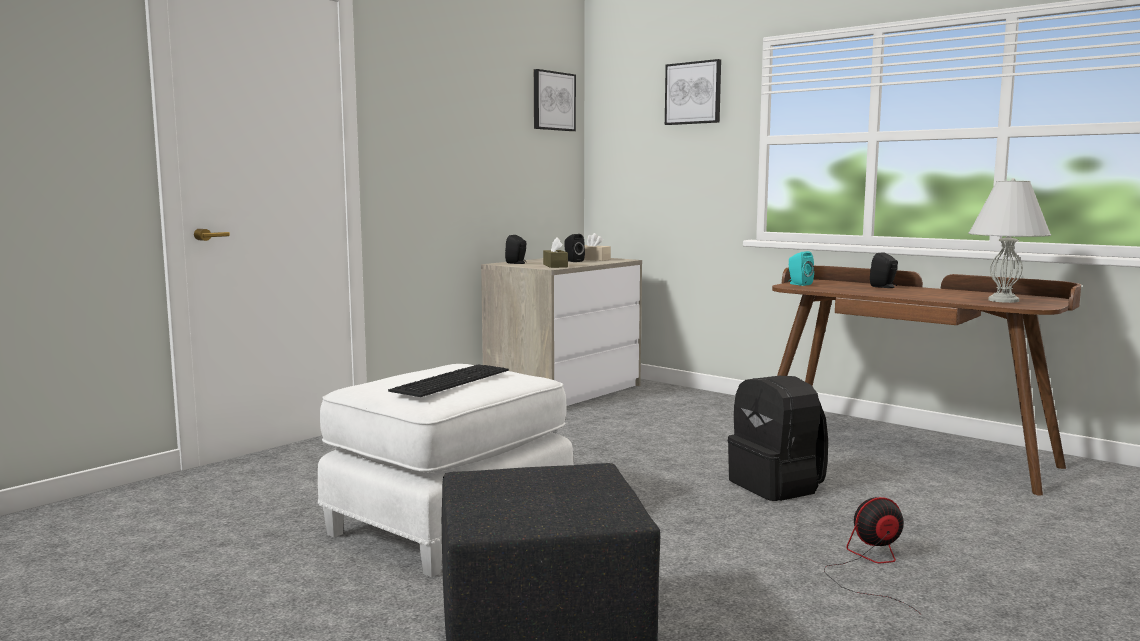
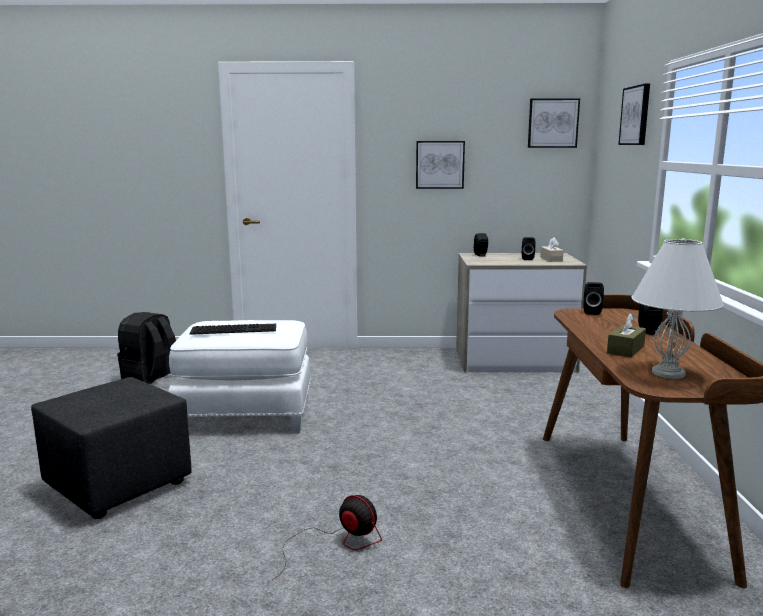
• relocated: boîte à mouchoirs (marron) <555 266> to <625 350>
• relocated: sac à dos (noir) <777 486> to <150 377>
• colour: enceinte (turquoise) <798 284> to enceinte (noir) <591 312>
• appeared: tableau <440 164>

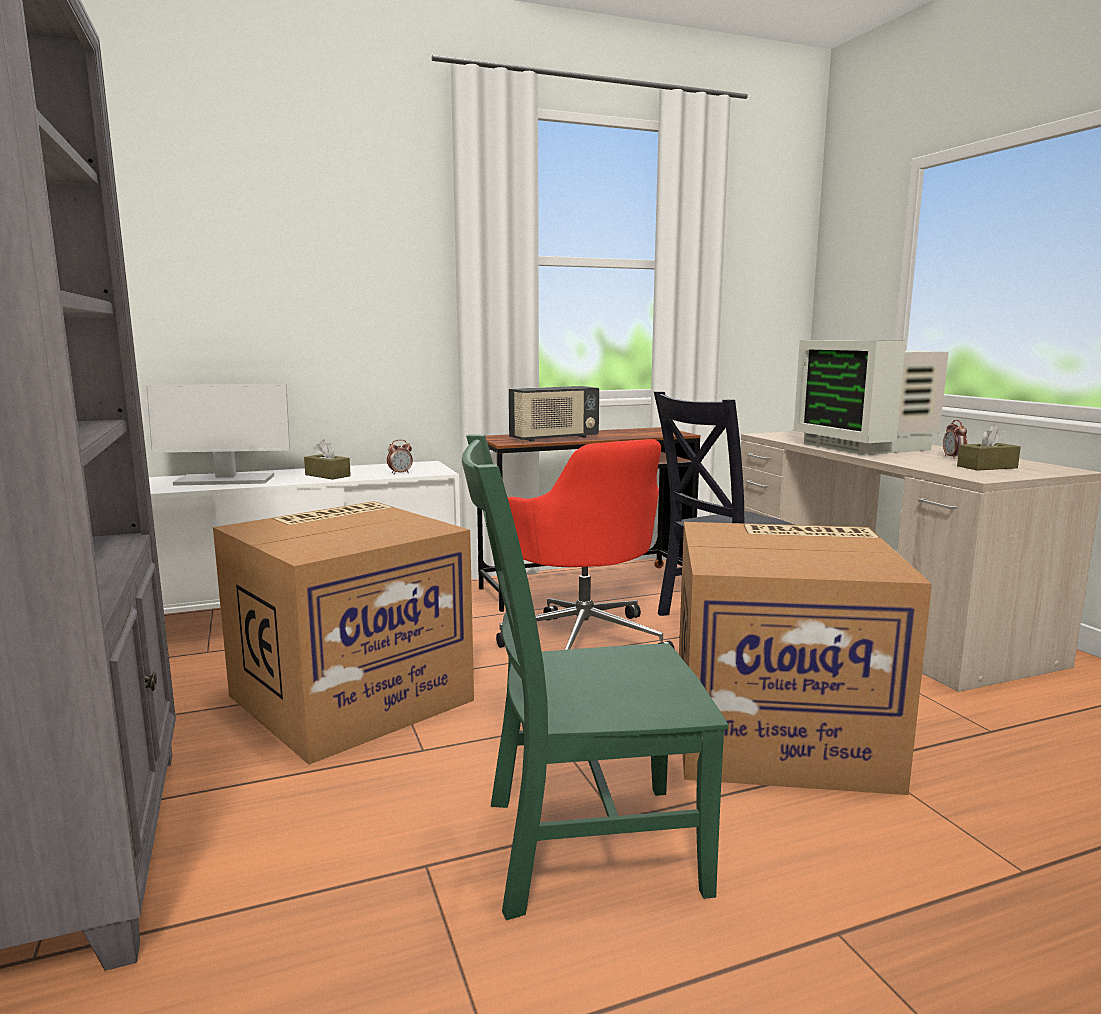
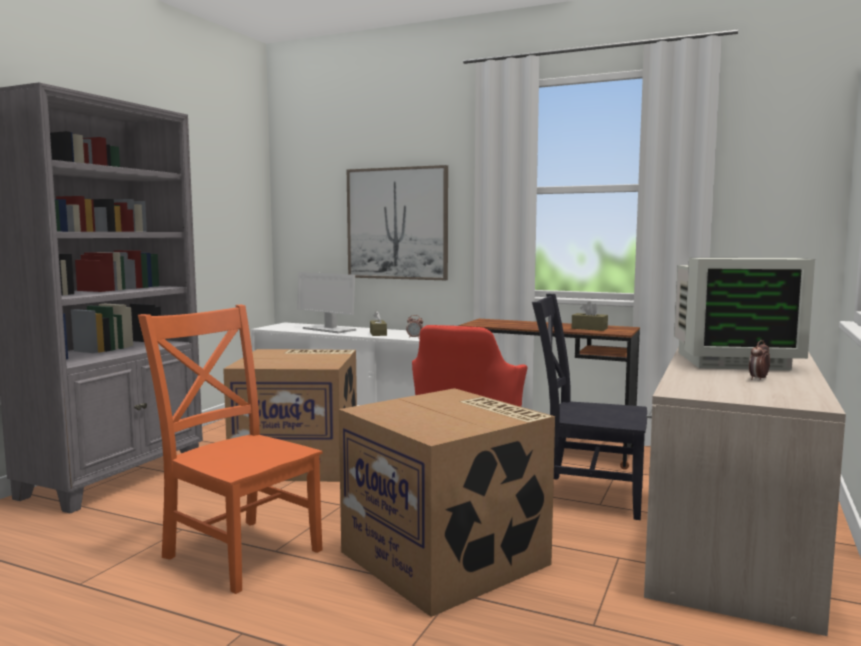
• colour: chaise (vert) <581 845> to chaise (orange) <239 551>
• missing: radio <554 438>
• spun: écran d'ordinateur <866 446> = <730 361> 105 degrees counterclockwise
• relocated: boîte à mouchoirs (marron) <987 467> to <589 328>
• appeared: tableau <397 223>

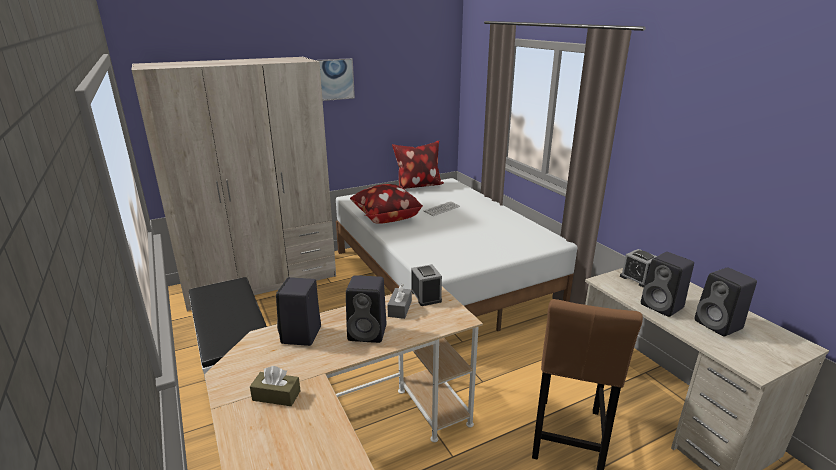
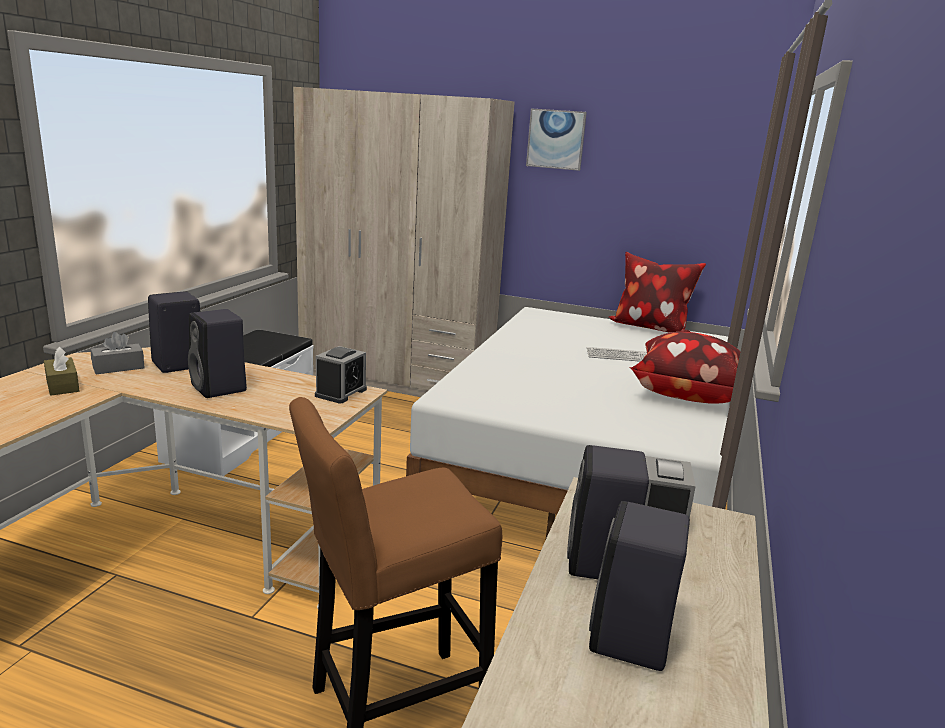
• relocated: coussin <385 218> to <685 393>
• relocated: boîte à mouchoirs (gris) <400 309> to <118 367>

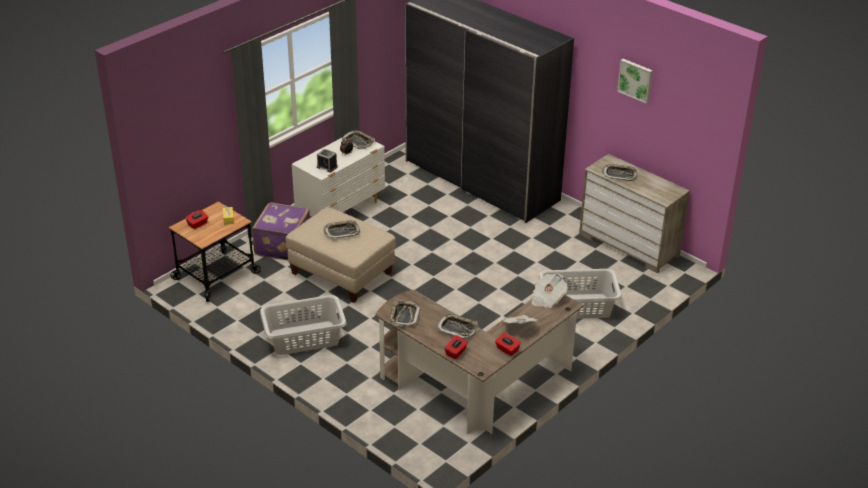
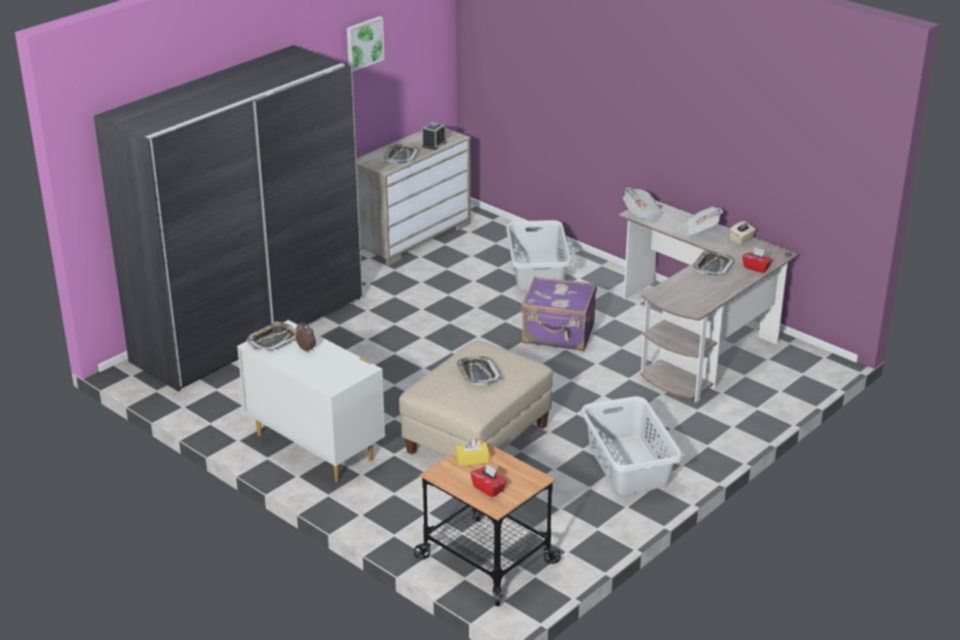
• relocated: valise (violet) <281 245> to <558 334>
• relocated: réveil <327 167> to <434 144>
• missing: plateau <404 316>
• colour: boîte à mouchoirs (rouge) <507 350> to boîte à mouchoirs (beige) <741 239>

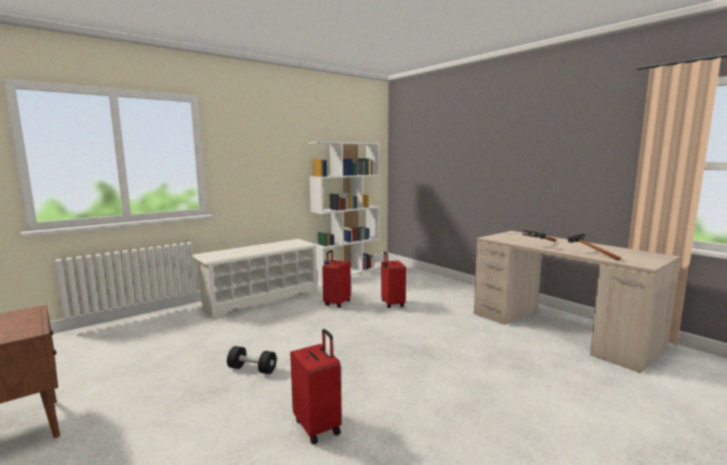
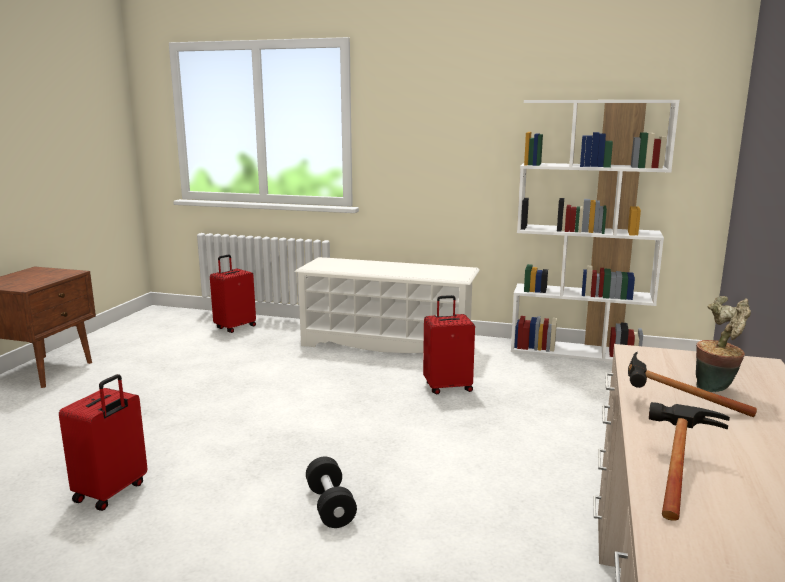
• relocated: haltère (noir) <252 369> to <330 506>
• relocated: valise (rouge) <392 304> to <235 327>
• appeared: plante en pot <716 387>

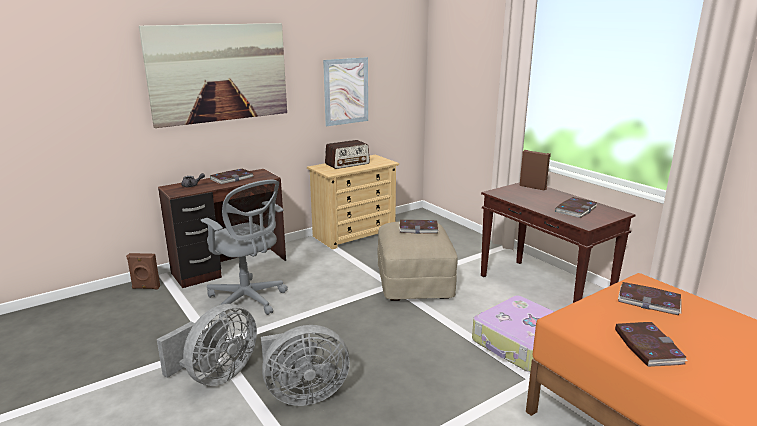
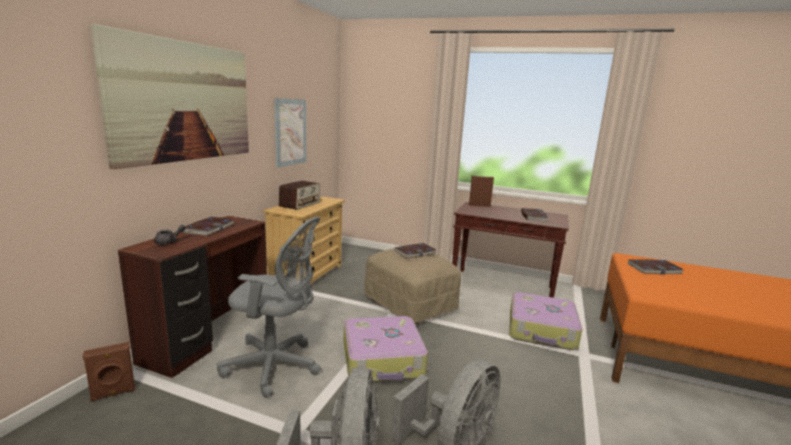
• missing: livre <647 346>
• appeared: valise <383 360>

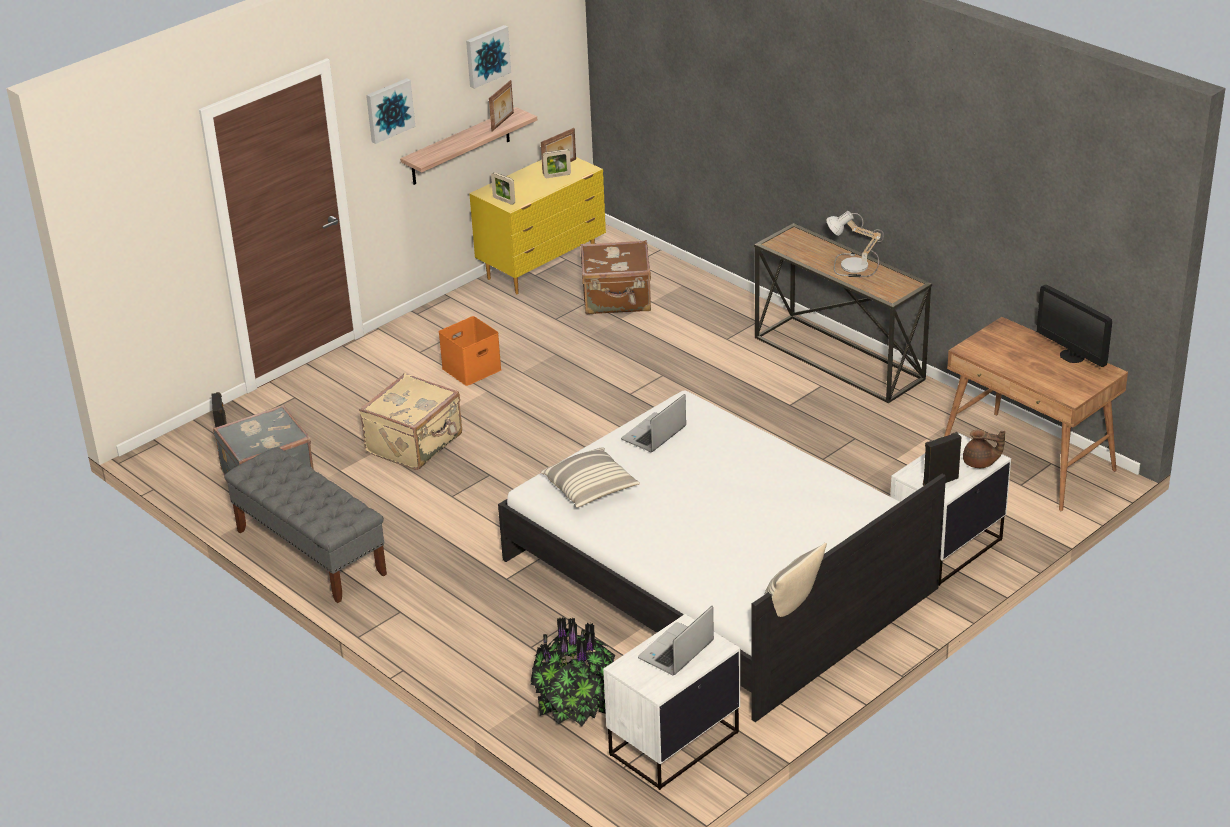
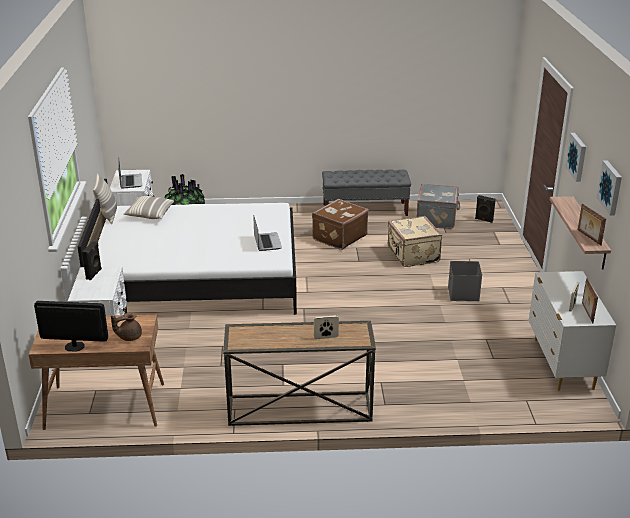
• colour: boîte de rangement (orange) <471 370> to boîte de rangement (gris) <462 293>
• colour: commode (jaune) <543 266> to commode (blanc) <562 364>
• relocated: cadre photo <504 200> to <326 337>
• relocated: coussin <591 489> to <149 214>
• relocated: valise (marron) <617 299> to <338 237>
• missing: lampe de table <852 267>
• relocated: théière (marron) <980 463> to <129 337>

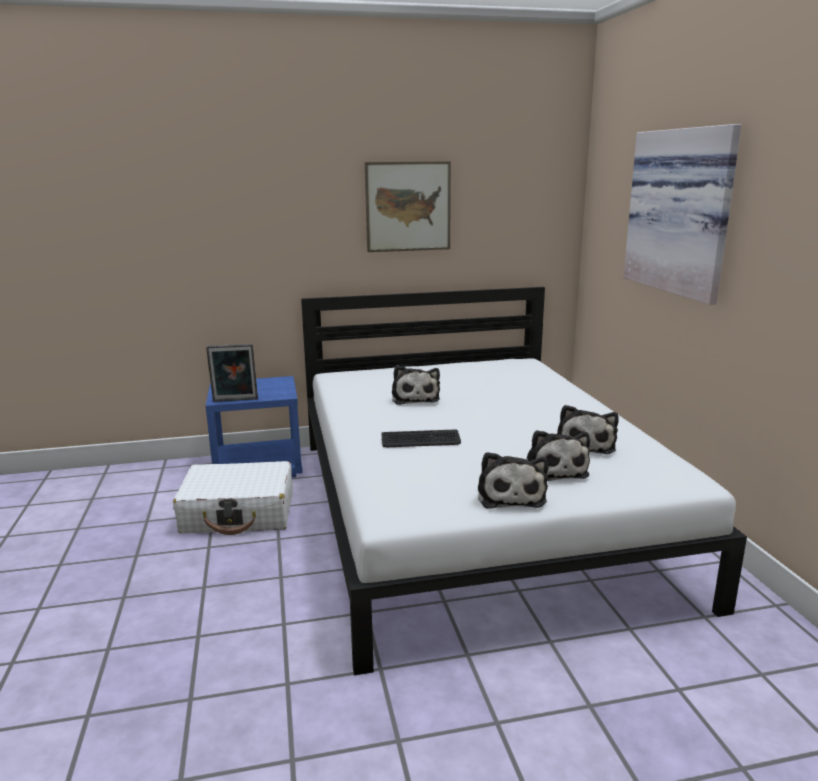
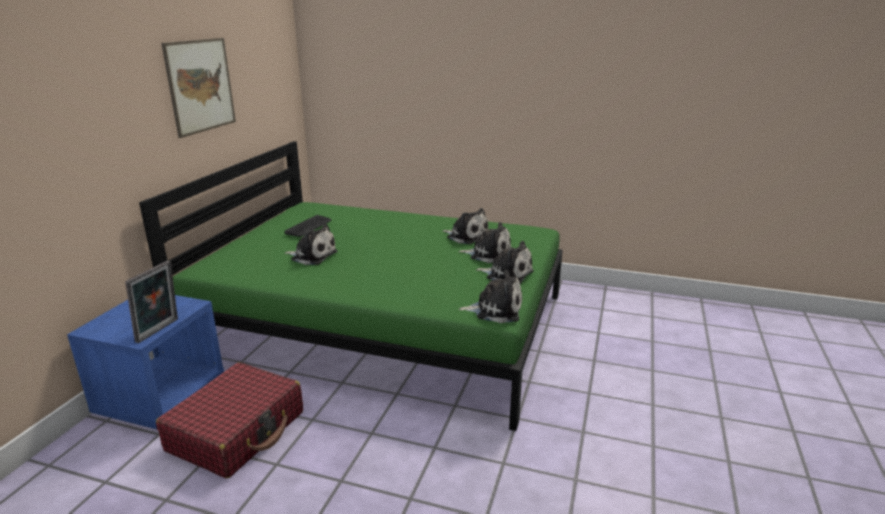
• colour: valise (blanc) <239 513> to valise (rouge) <237 431>
• colour: lit (blanc) <474 512> to lit (vert) <384 323>
• relocated: clavier <420 440> to <309 226>
• missing: tableau <682 212>
• appeared: peluche <495 310>

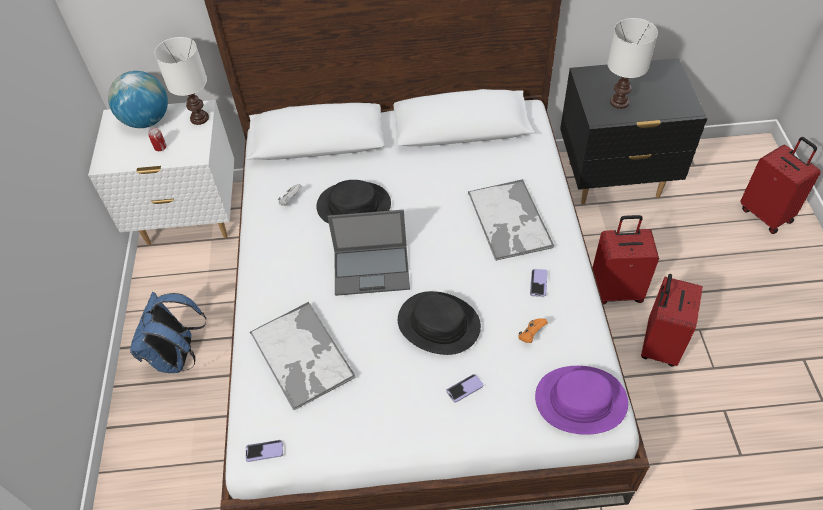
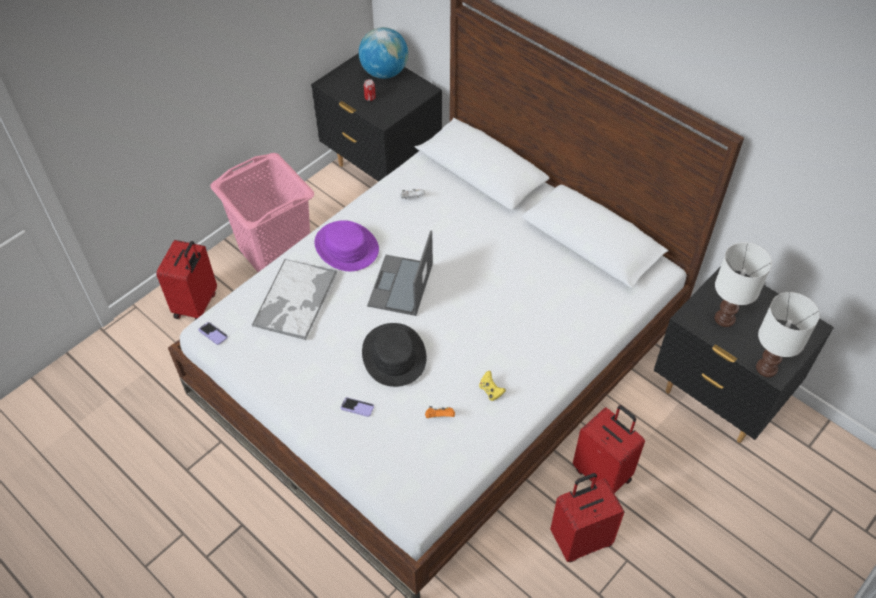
• colour: table de chevet (blanc) <190 220> to table de chevet (noir) <382 169>
• exchanged: sac à dos (bleu) <178 357> to panier à linge (rose) <275 253>
• relocated: lampe de table (blanc) <198 118> to <765 368>
• missing: chapeau (noir) <354 205>
• spun: ordinateur portable <372 269> = <400 286> 60 degrees clockwise
• missing: plateau <510 221>
• exchanged: téléphone <538 283> to manette (jaune) <491 391>
• relocated: chapeau (violet) <580 401> to <346 247>
• relocated: valise (rouge) <766 214> to <197 305>

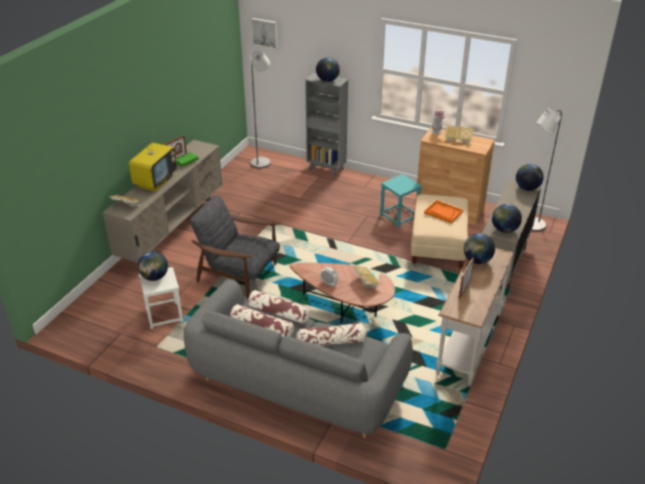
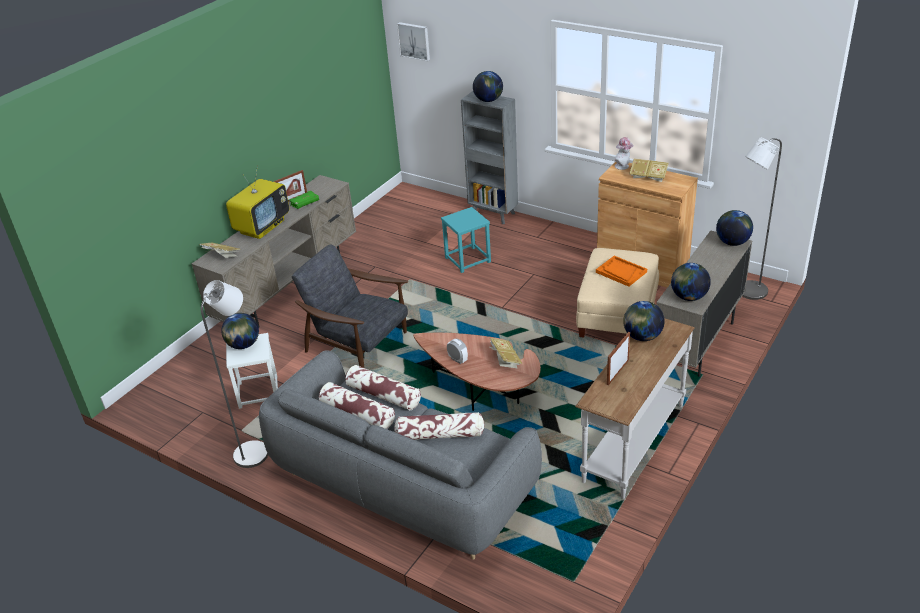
• relocated: lampadaire (gris) <262 161> to <256 450>
• relocated: tabouret (turquoise) <399 216> to <468 260>

